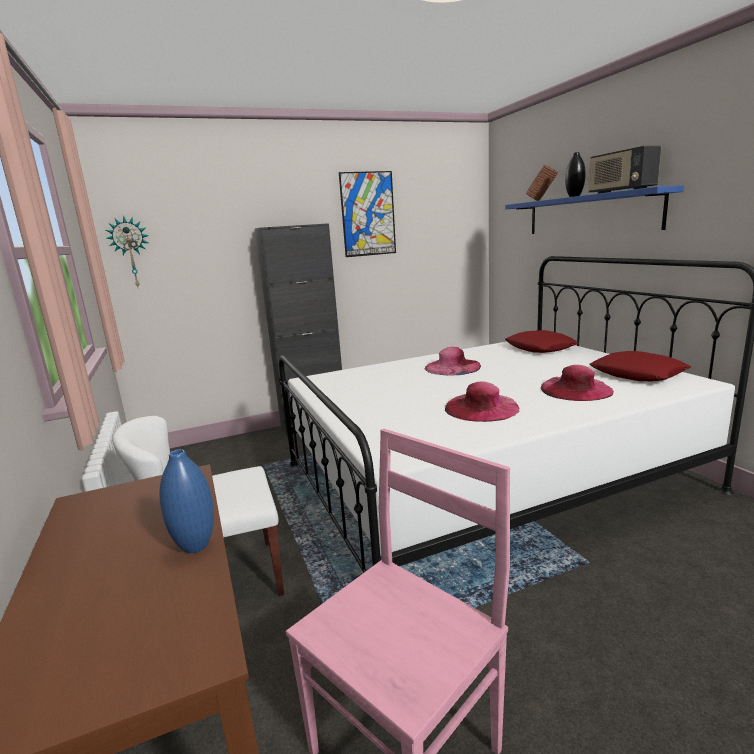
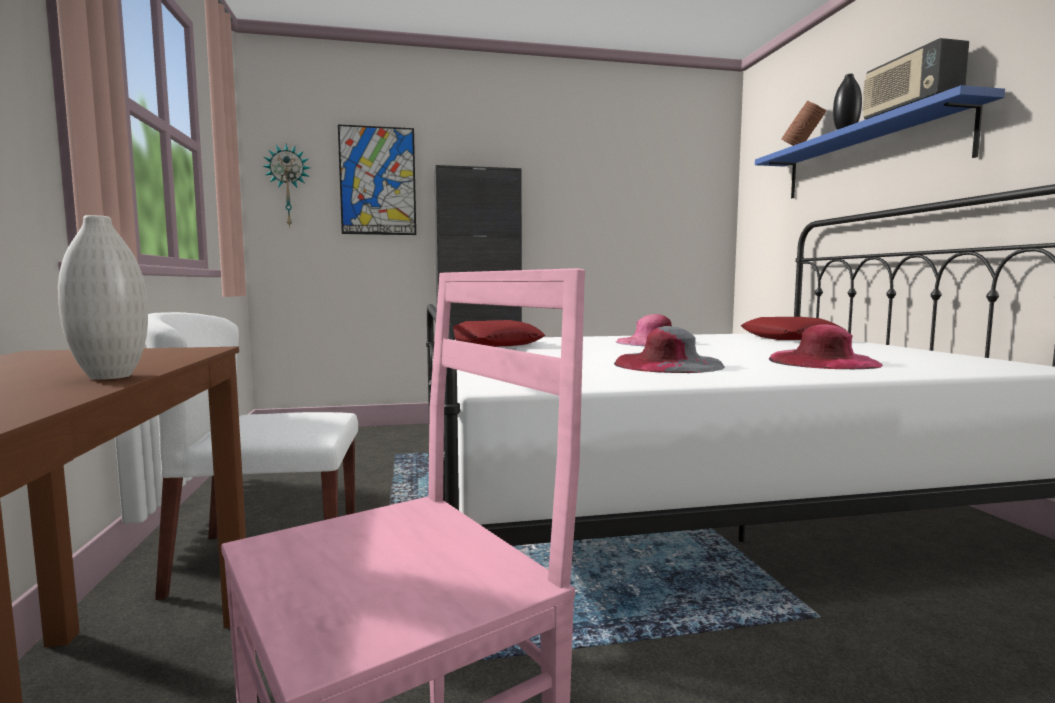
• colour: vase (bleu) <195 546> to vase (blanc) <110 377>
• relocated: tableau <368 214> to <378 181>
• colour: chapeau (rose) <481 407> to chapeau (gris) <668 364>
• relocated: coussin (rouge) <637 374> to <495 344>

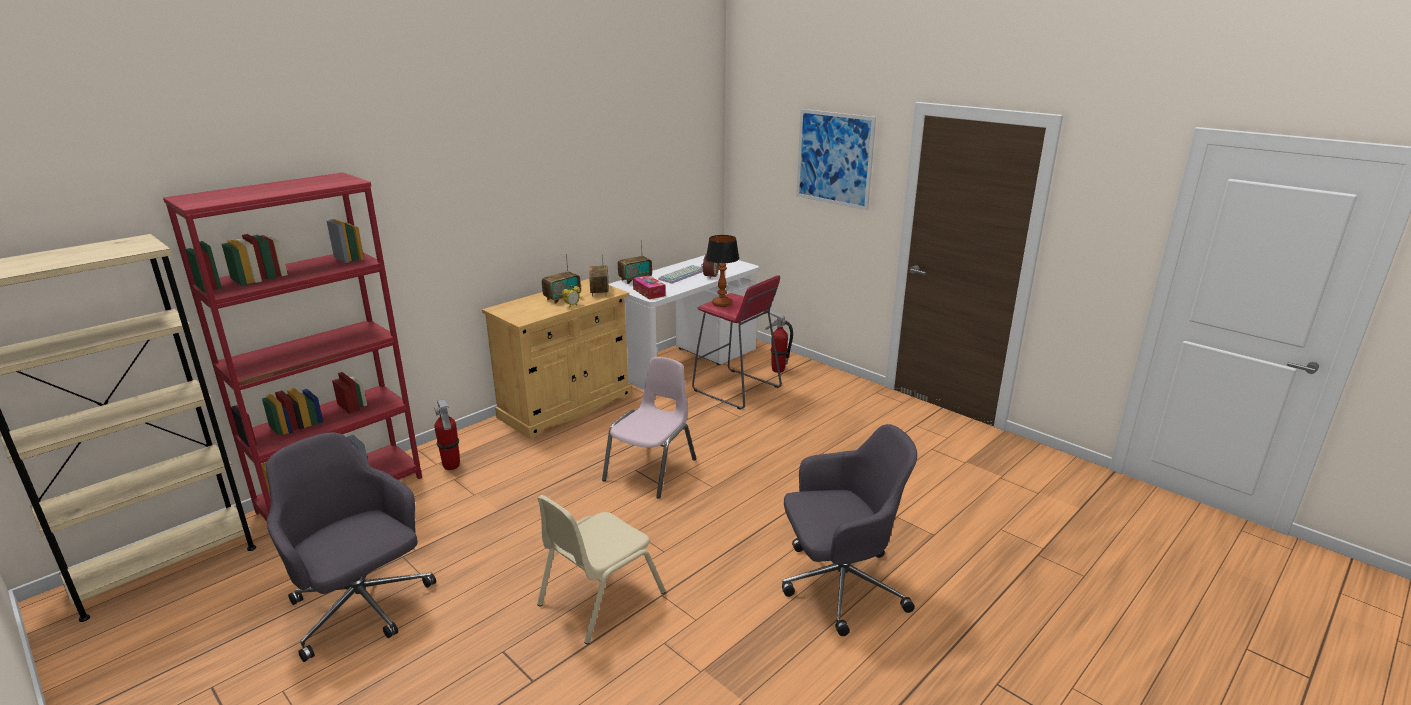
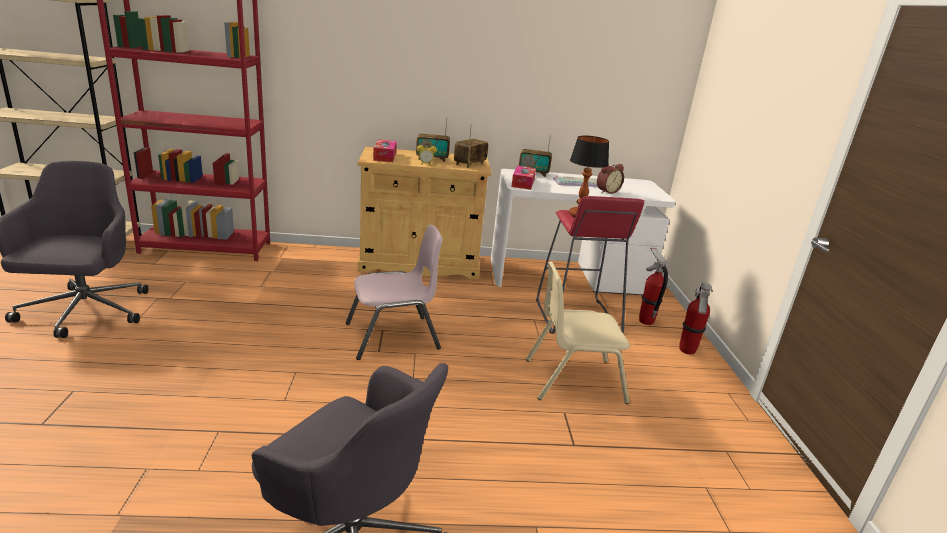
• relocated: extincteur <451 466> to <687 350>
• relocated: chaise (beige) <600 598> to <573 380>
• missing: tableau <834 158>
• appeared: boîte à mouchoirs <385 156>

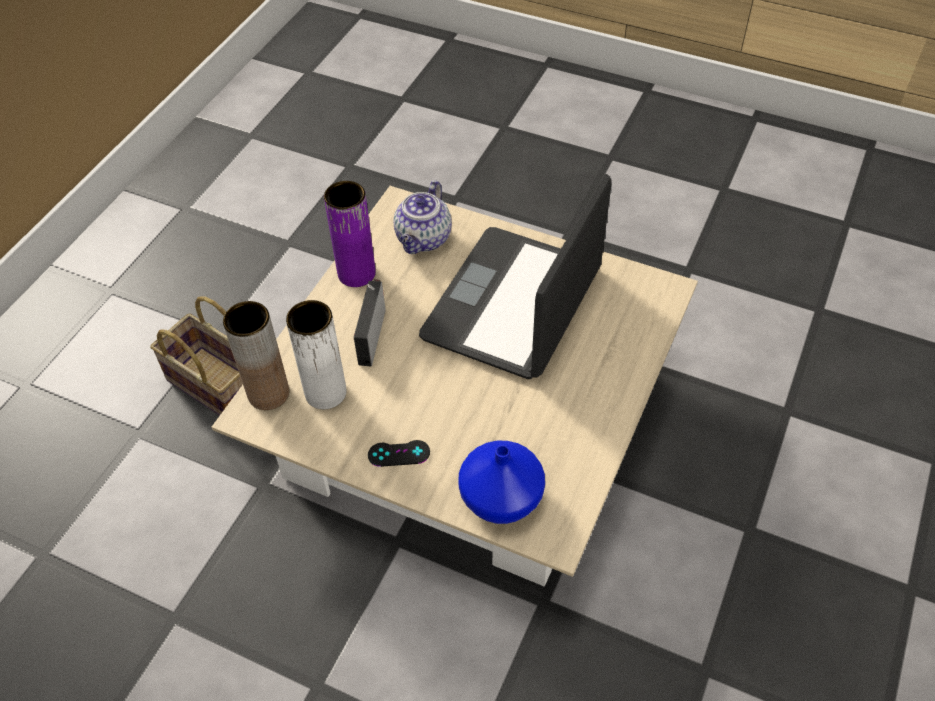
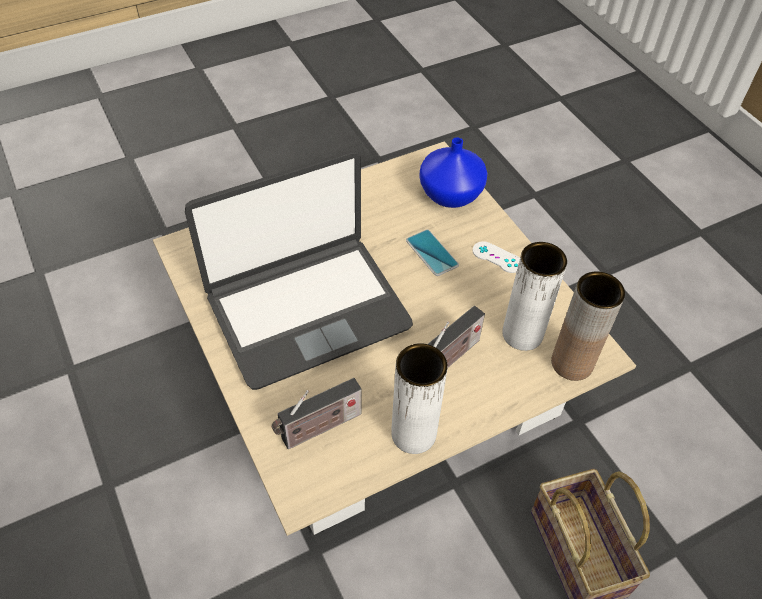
• colour: vase (violet) <356 273> to vase (blanc) <413 434>
• colour: manette (noir) <399 453> to manette (blanc) <497 257>
• exchanged: théière <424 240> to radio <318 428>
• appeared: téléphone <431 253>

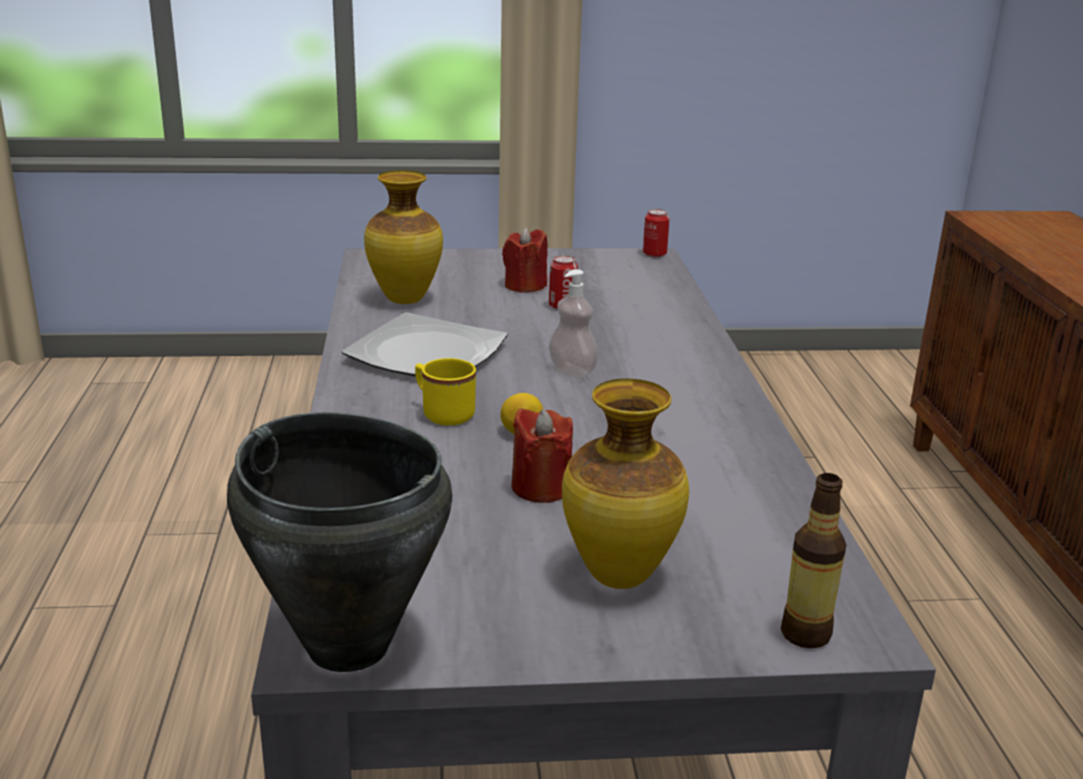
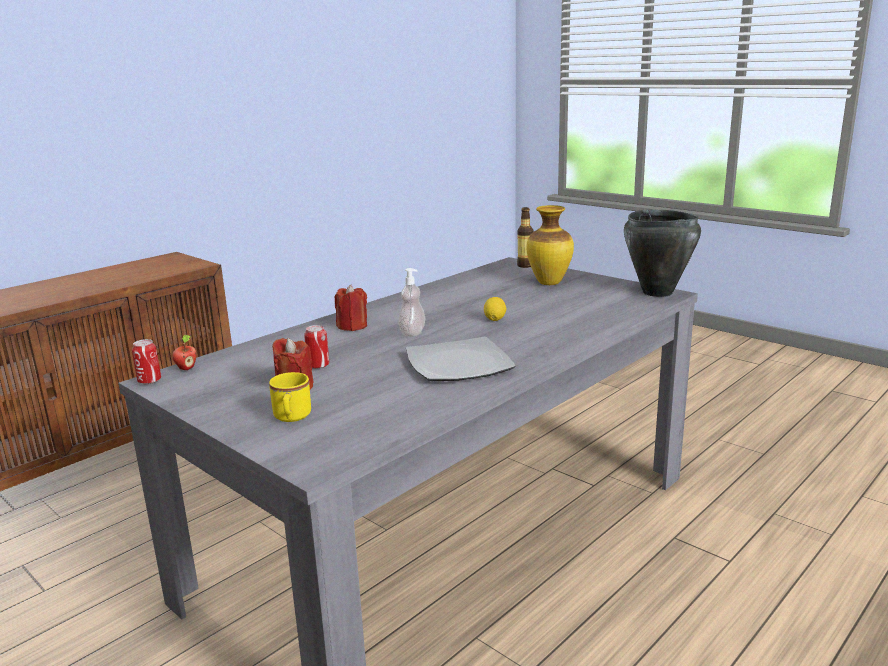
• missing: vase <404 300>
• relocated: mug (jaune) <442 413> to <291 418>
• relocated: bougie (rouge) <541 487> to <352 326>
• appeared: pomme <186 368>

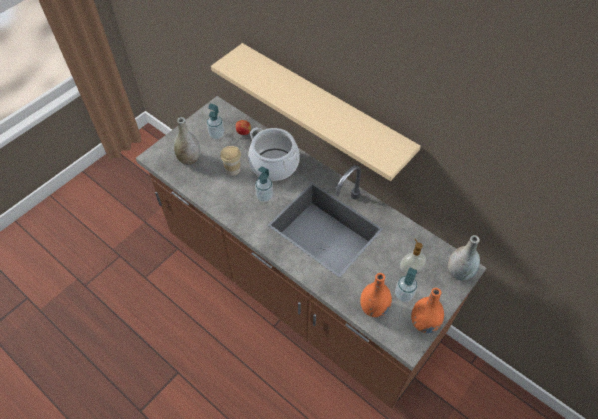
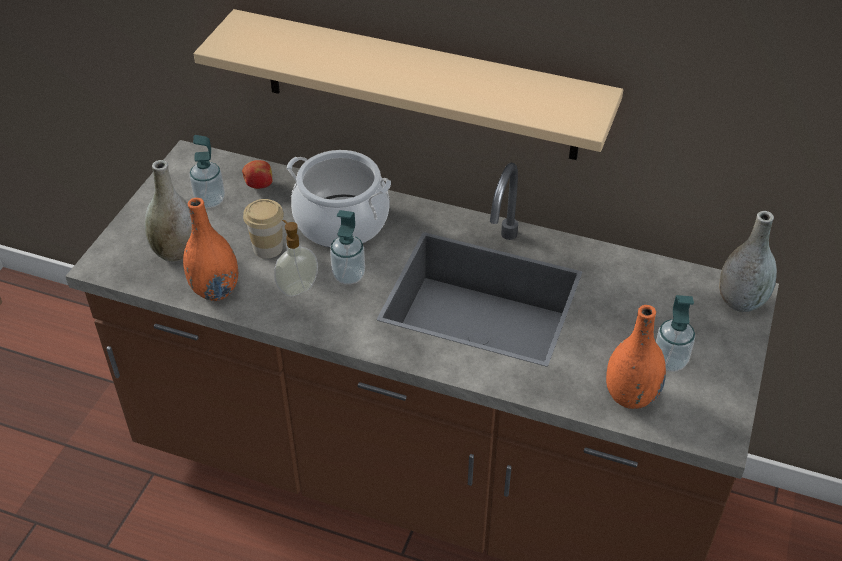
• relocated: distributeur de savon <410 269> to <297 288>
• relocated: vase (orange) <423 323> to <215 290>

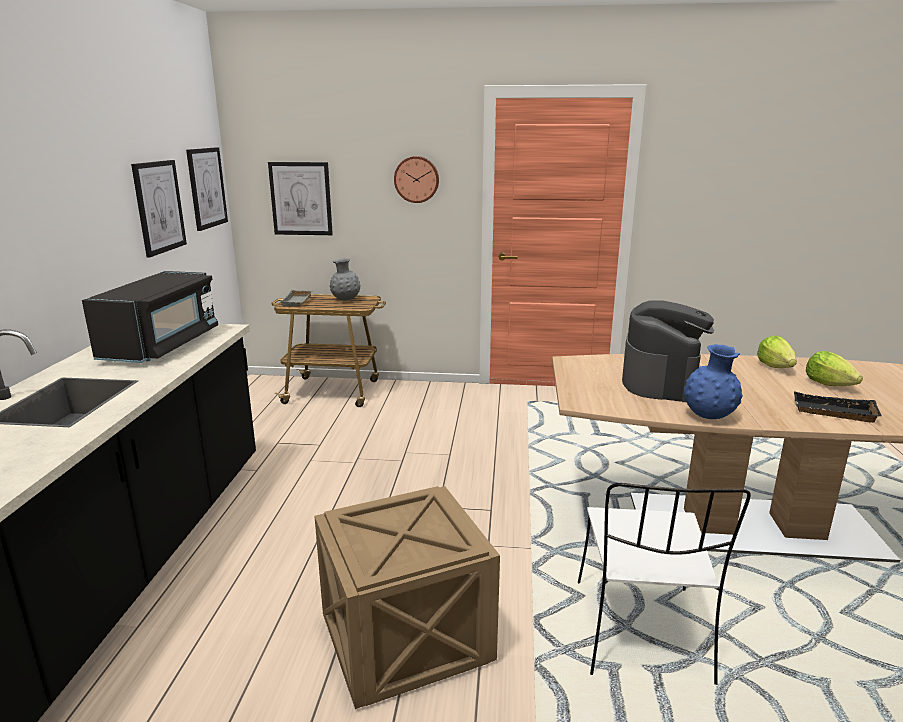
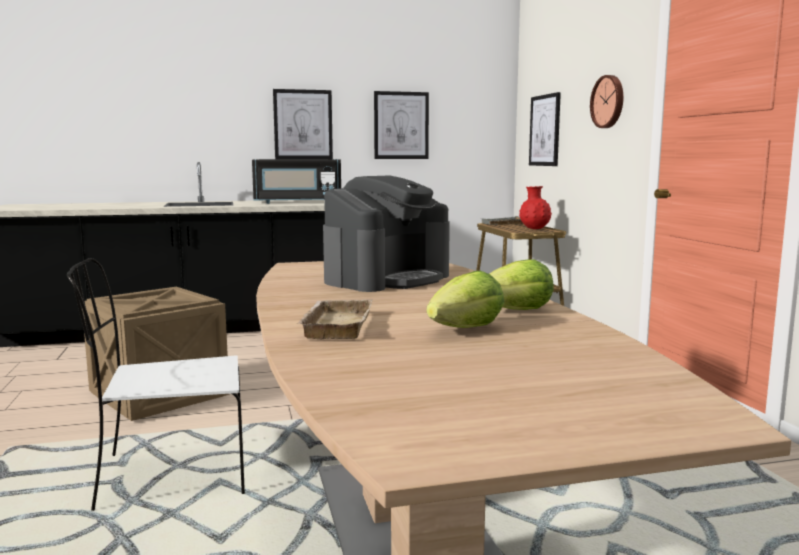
• relocated: tableau <206 188> to <303 124>
• colour: vase (gris) <345 300> to vase (rouge) <534 229>
• spun: machine à café <662 381> = <387 279> 45 degrees counterclockwise
• missing: vase (bleu) <709 416>
• colour: plateau (noir) <832 413> to plateau (beige) <334 325>

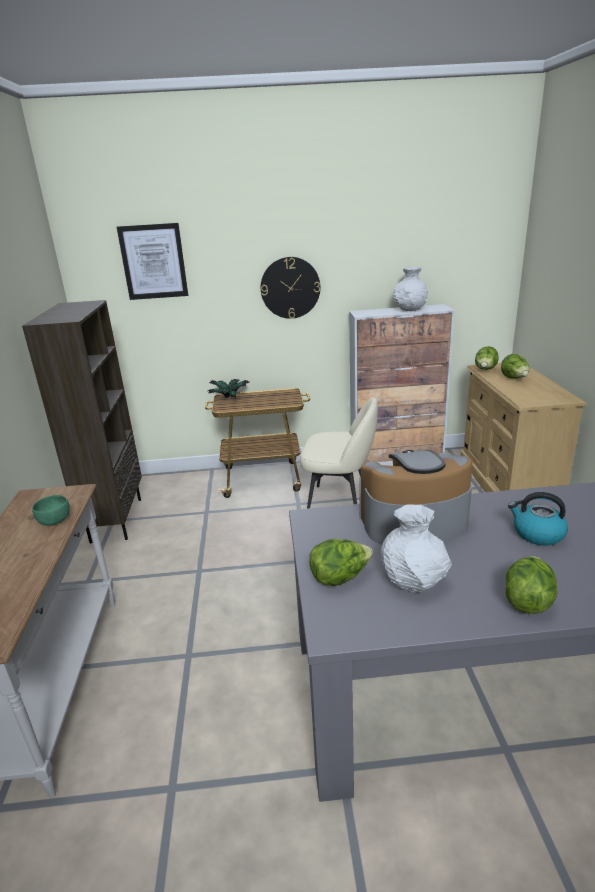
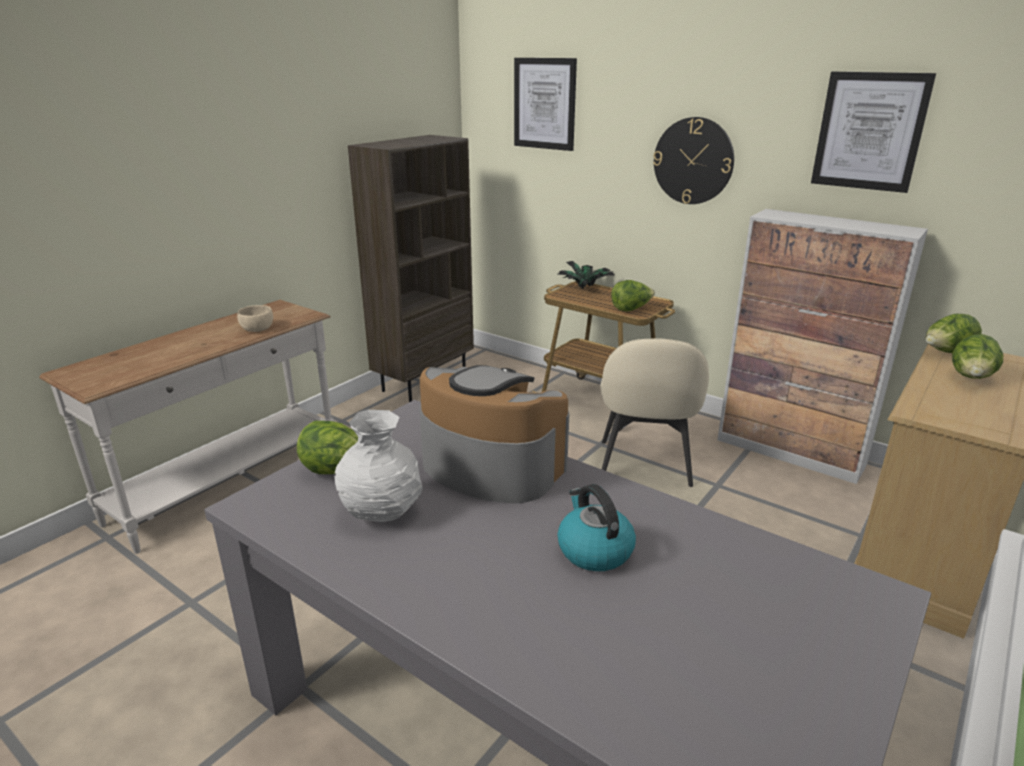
• colour: bol (vert) <55 520> to bol (beige) <258 329>
• spun: chaise (beige) <339 503> = <644 465> 45 degrees clockwise
• missing: vase (blanc) <409 309>
• relocated: laitue <527 600> to <631 309>
• appeared: tableau <869 131>

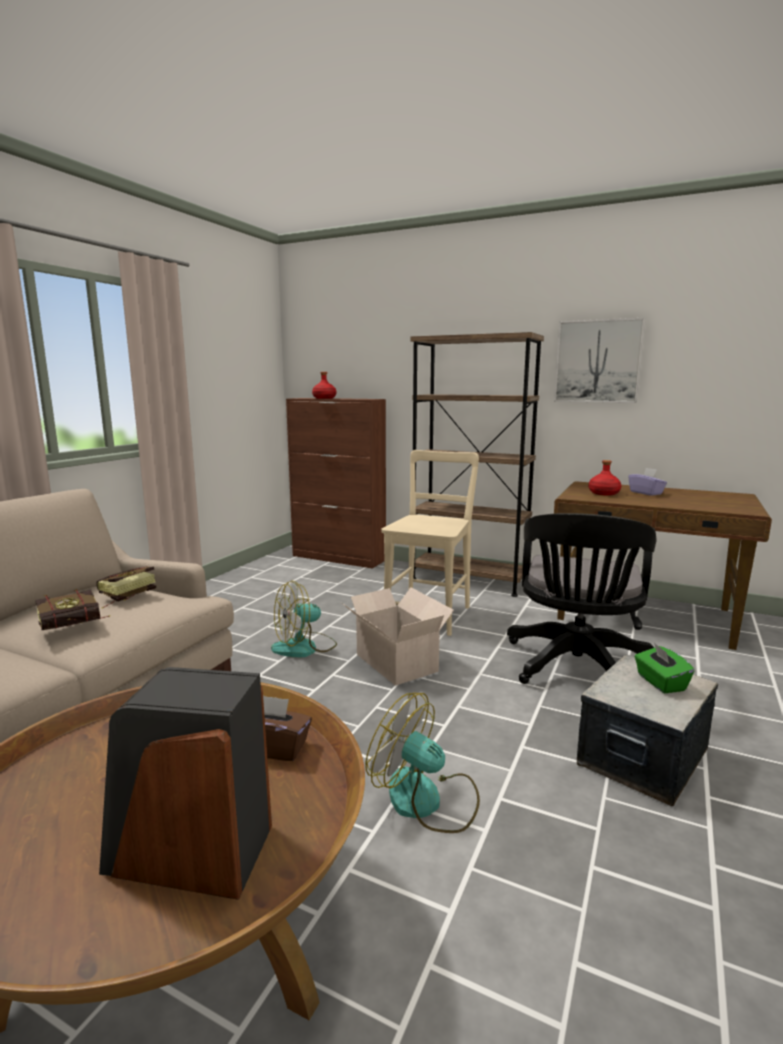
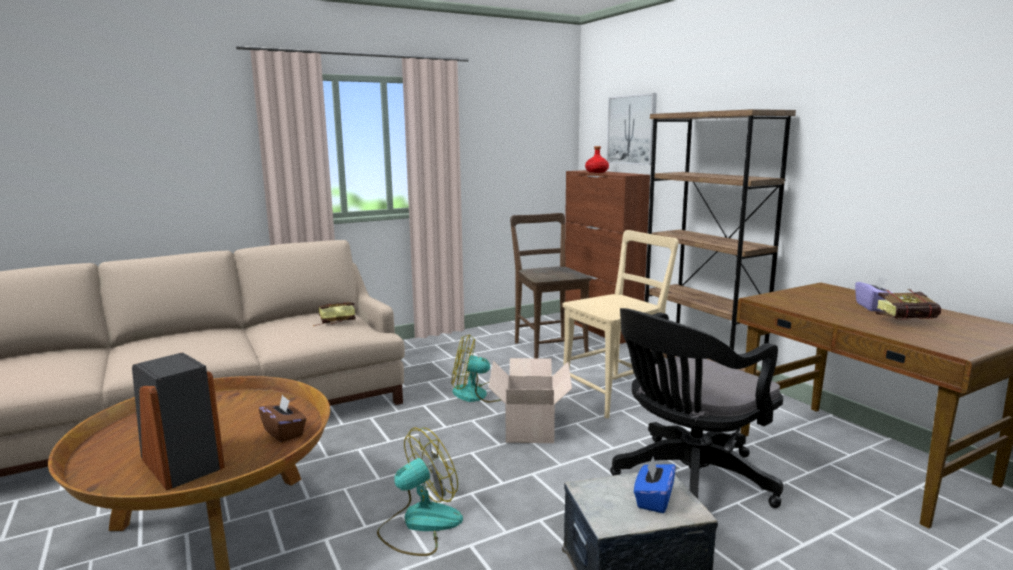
• relocated: livre <77 627> to <911 322>
• spun: ventilateur <426 801> = <419 524> 75 degrees clockwise
• relocated: tableau <598 361> to <632 129>
• missing: bouteille (rouge) <604 493>
• colour: boîte à mouchoirs (vert) <660 682> to boîte à mouchoirs (bleu) <653 499>
• appeared: chaise (marron) <548 347>

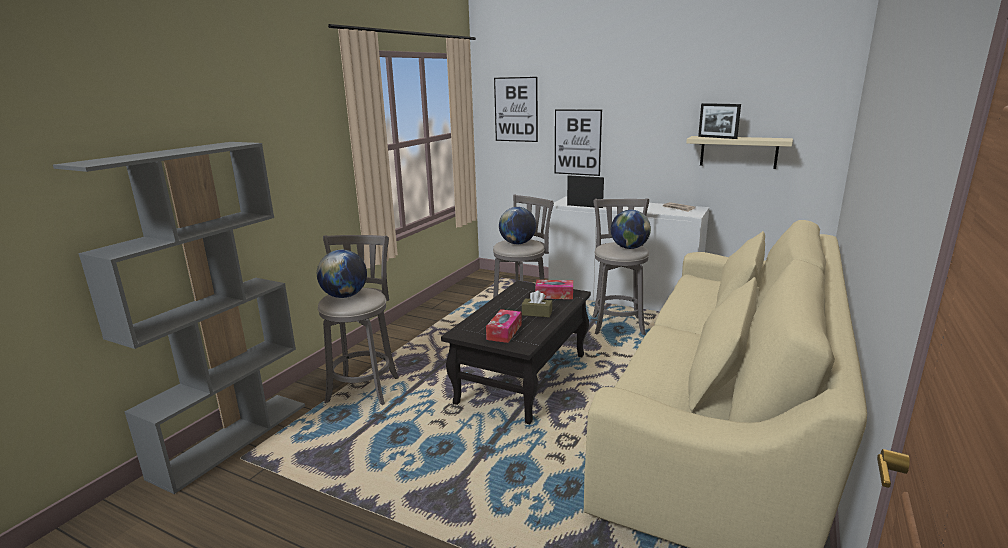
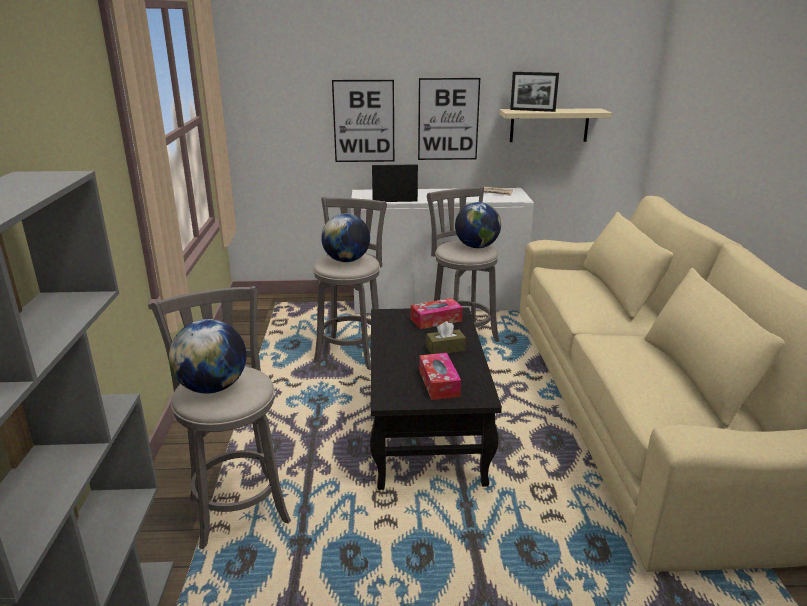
• relocated: tableau <516 109> to <448 119>

